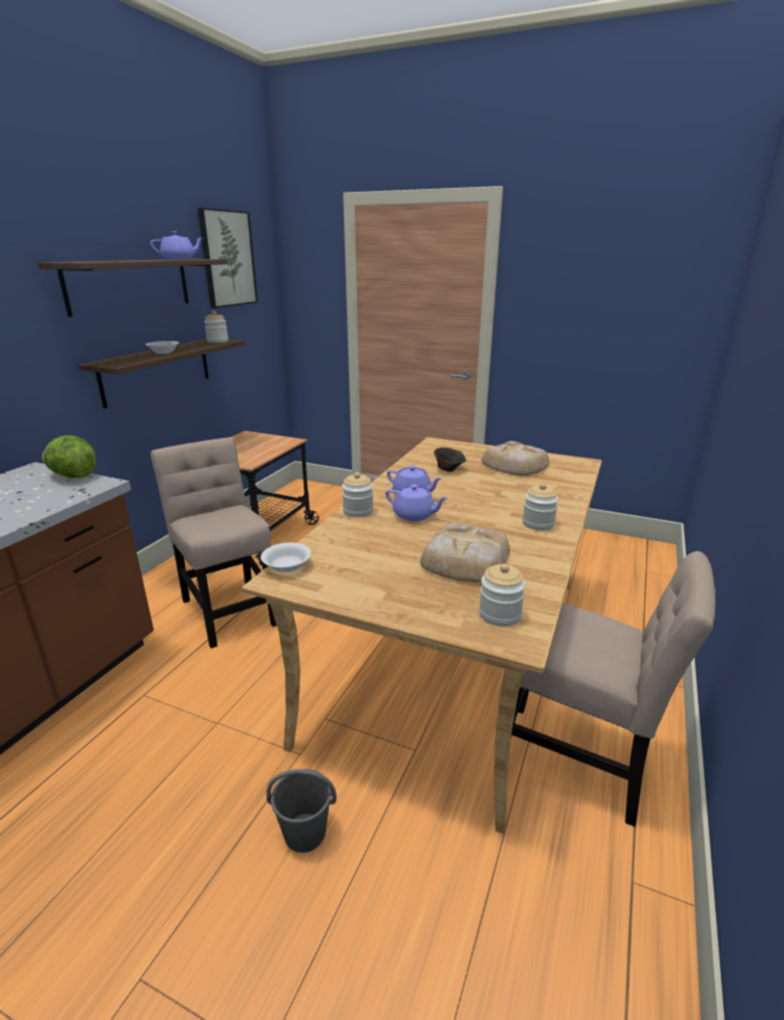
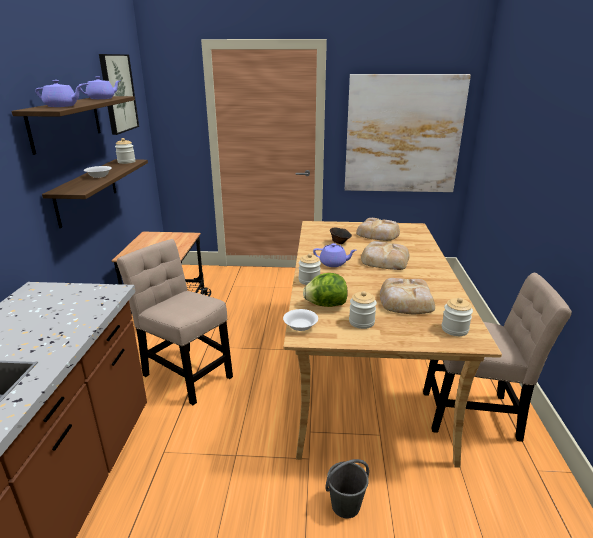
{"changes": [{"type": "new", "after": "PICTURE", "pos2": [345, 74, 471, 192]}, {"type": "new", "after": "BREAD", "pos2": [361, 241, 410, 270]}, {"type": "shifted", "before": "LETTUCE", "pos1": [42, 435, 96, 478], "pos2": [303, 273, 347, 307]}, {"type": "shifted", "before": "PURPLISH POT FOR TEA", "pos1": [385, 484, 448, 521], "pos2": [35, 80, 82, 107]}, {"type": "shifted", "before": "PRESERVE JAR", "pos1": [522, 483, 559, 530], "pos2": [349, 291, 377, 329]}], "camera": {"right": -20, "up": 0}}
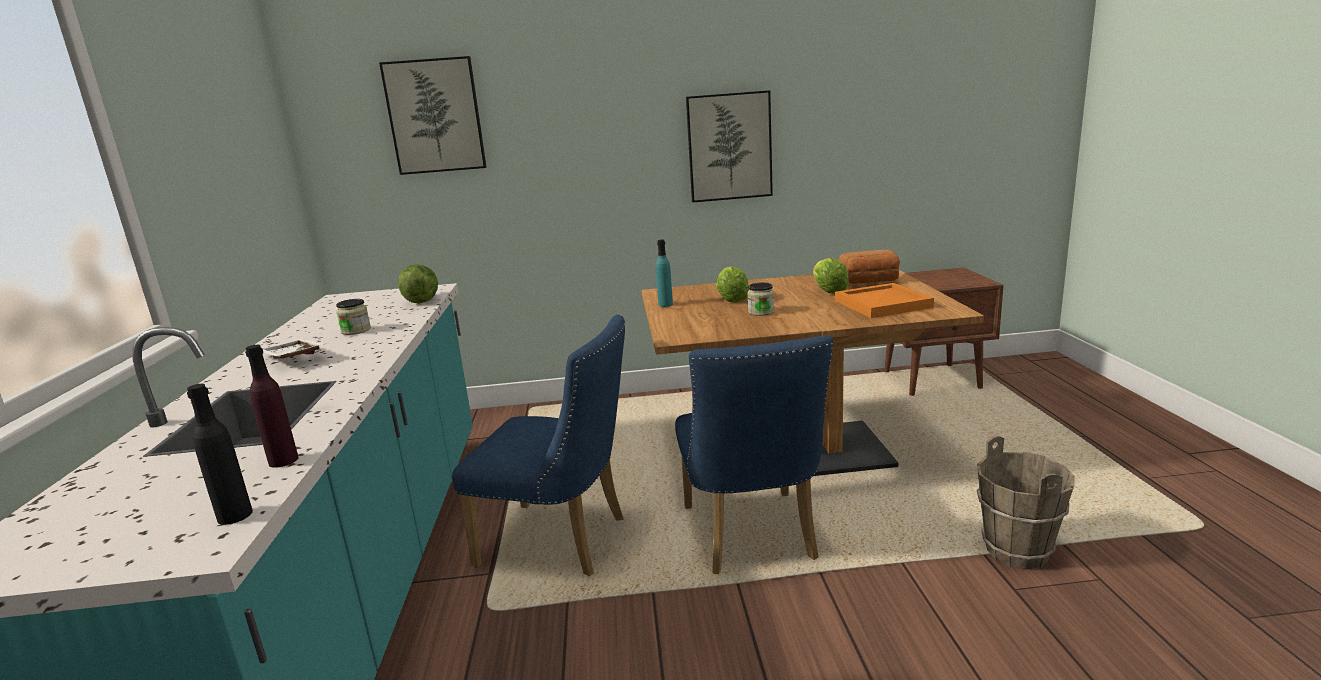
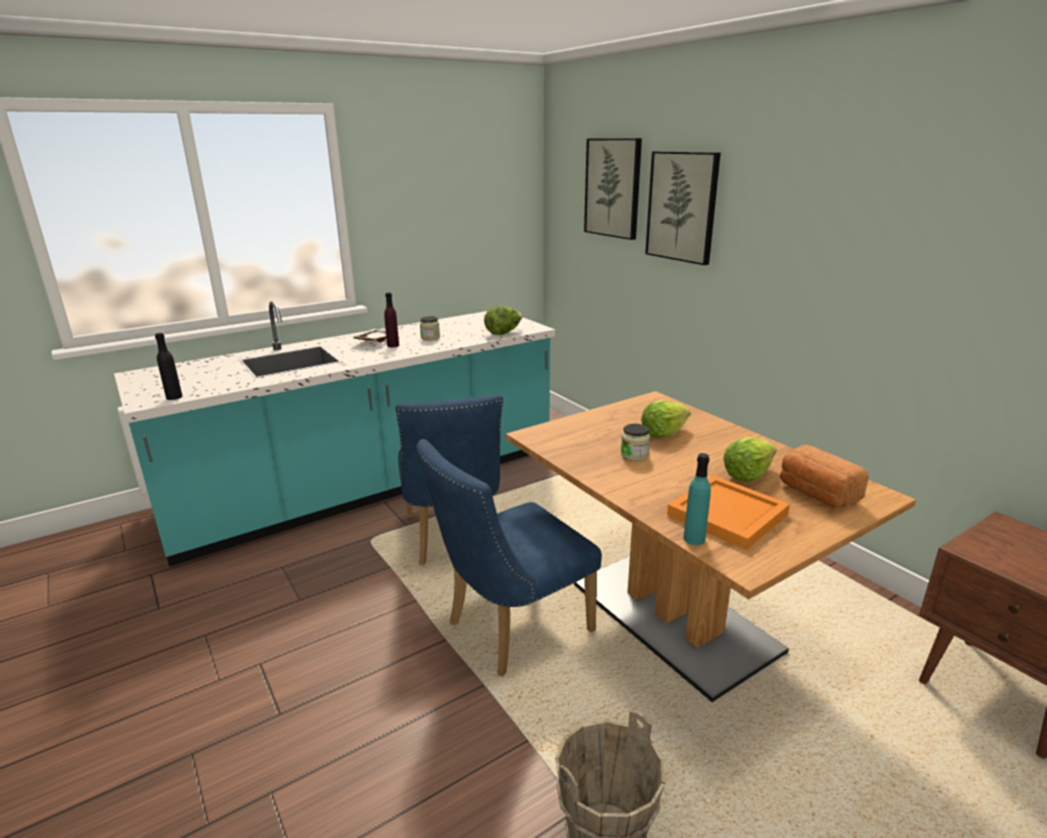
{"changes": [{"type": "shifted", "before": "PURPLISH DRINK BOTTLE", "pos1": [245, 345, 299, 468], "pos2": [384, 292, 399, 347]}, {"type": "shifted", "before": "BLUE-GREEN DRINK BOTTLE", "pos1": [656, 240, 673, 307], "pos2": [683, 453, 711, 545]}, {"type": "shifted", "before": "PICTURE", "pos1": [686, 90, 773, 202], "pos2": [645, 151, 721, 265]}], "camera": {"right": 60, "up": 5}}
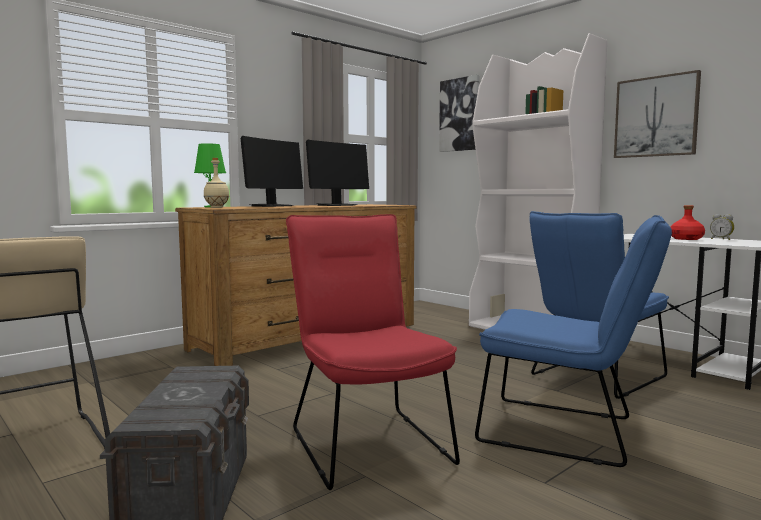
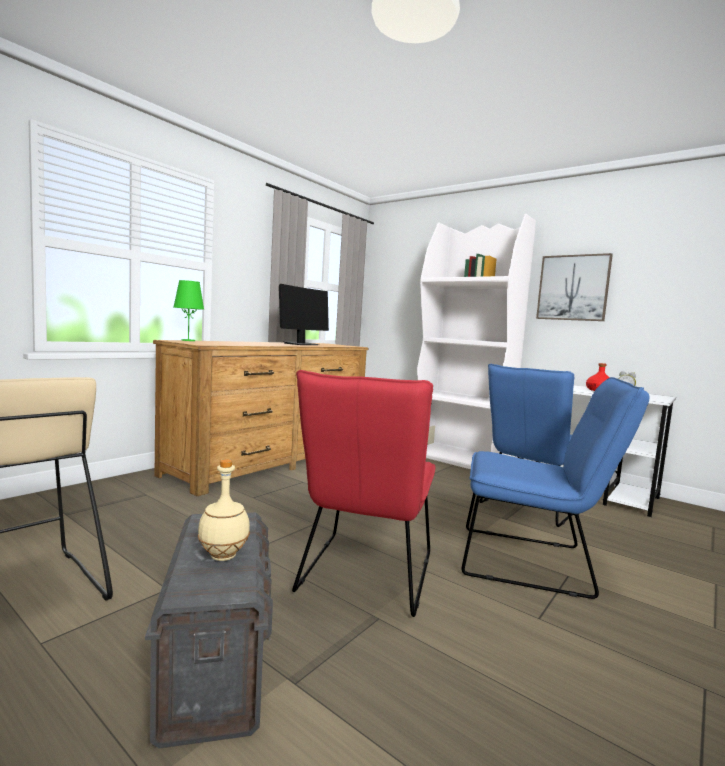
{"changes": [{"type": "gone", "before": "COMPUTER SCREEN", "pos1": [241, 136, 303, 207]}, {"type": "gone", "before": "PICTURE", "pos1": [439, 75, 480, 152]}, {"type": "shifted", "before": "BEIGE-COLOURED DRINK BOTTLE", "pos1": [204, 158, 229, 208], "pos2": [198, 459, 250, 561]}, {"type": "rotated", "before": "REDDISH UPRIGHT CHAIR", "pos1": [286, 214, 460, 490], "pos2": [292, 370, 435, 617], "turn": -135}], "camera": {"right": -10, "up": 0}}
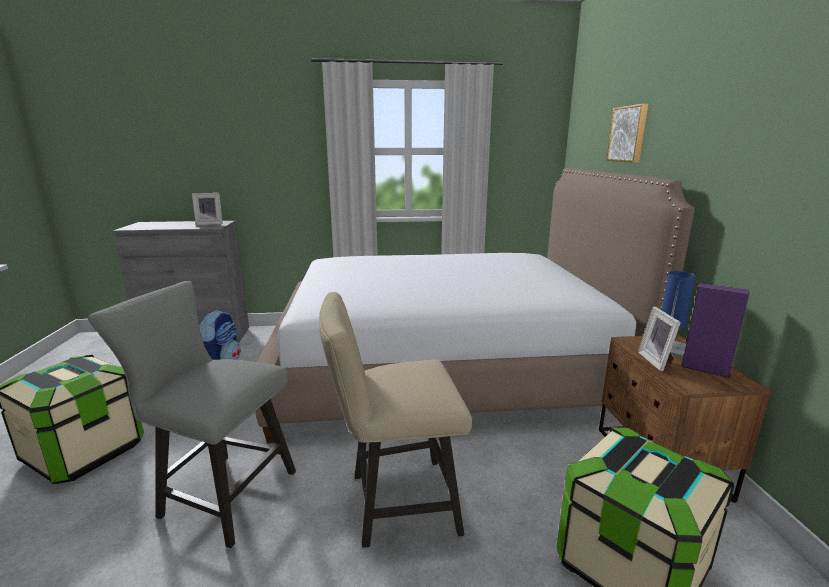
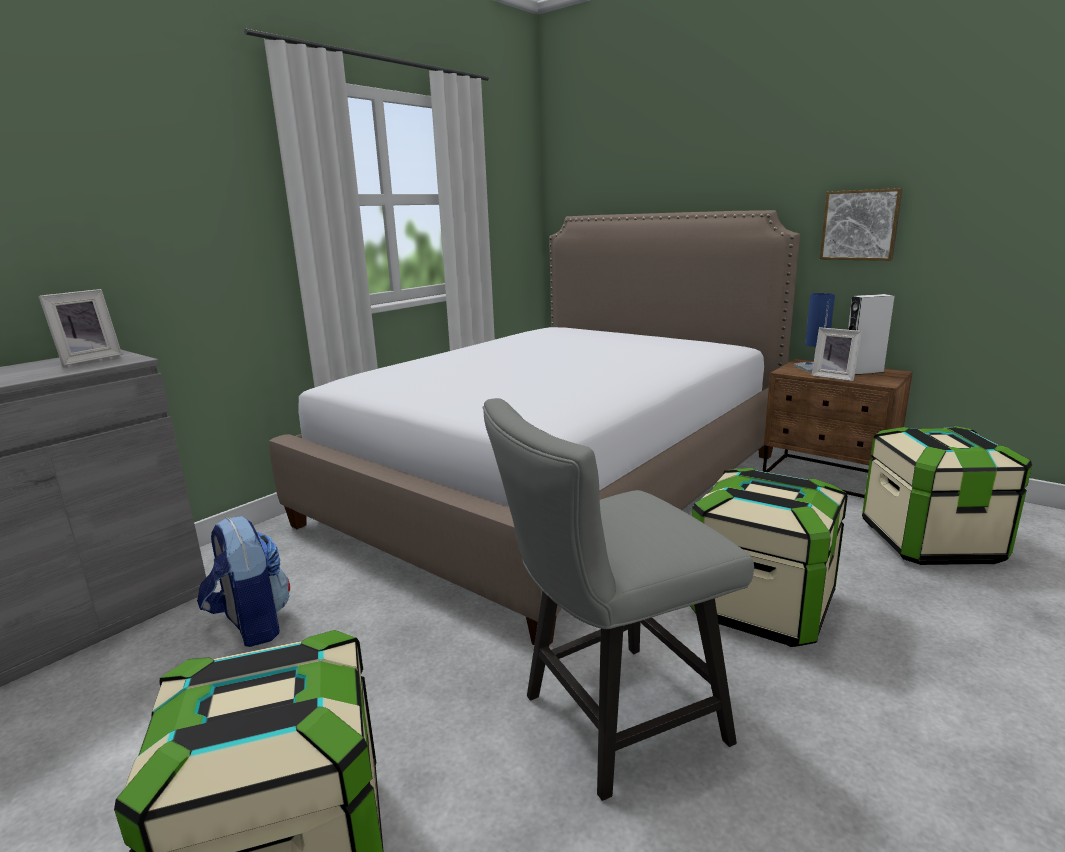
{"changes": [{"type": "shifted", "before": "PICTURE", "pos1": [606, 104, 648, 163], "pos2": [820, 188, 903, 261]}, {"type": "swapped", "before": "BEIGE-COLOURED UPRIGHT CHAIR", "after": "STORAGE BOX", "pos1": [319, 292, 472, 548], "pos2": [690, 468, 848, 647]}, {"type": "repainted", "before": "PURPLISH SPEAKER", "after": "GRAY SPEAKER", "pos1": [681, 283, 749, 378], "pos2": [848, 294, 895, 375]}], "camera": {"right": -45, "up": 0}}
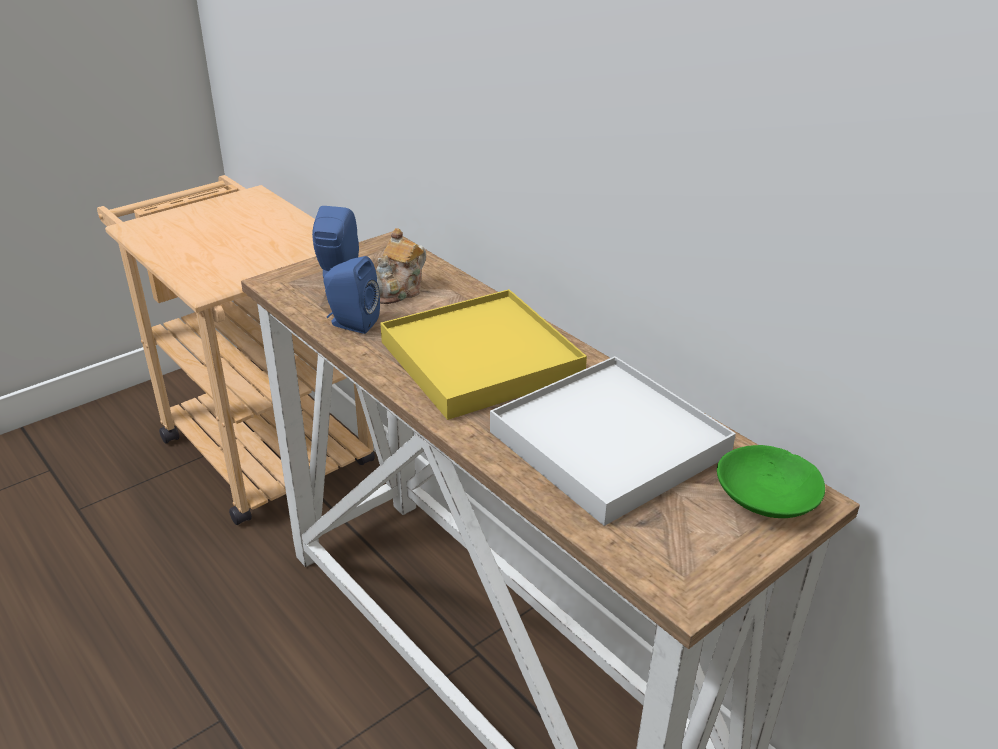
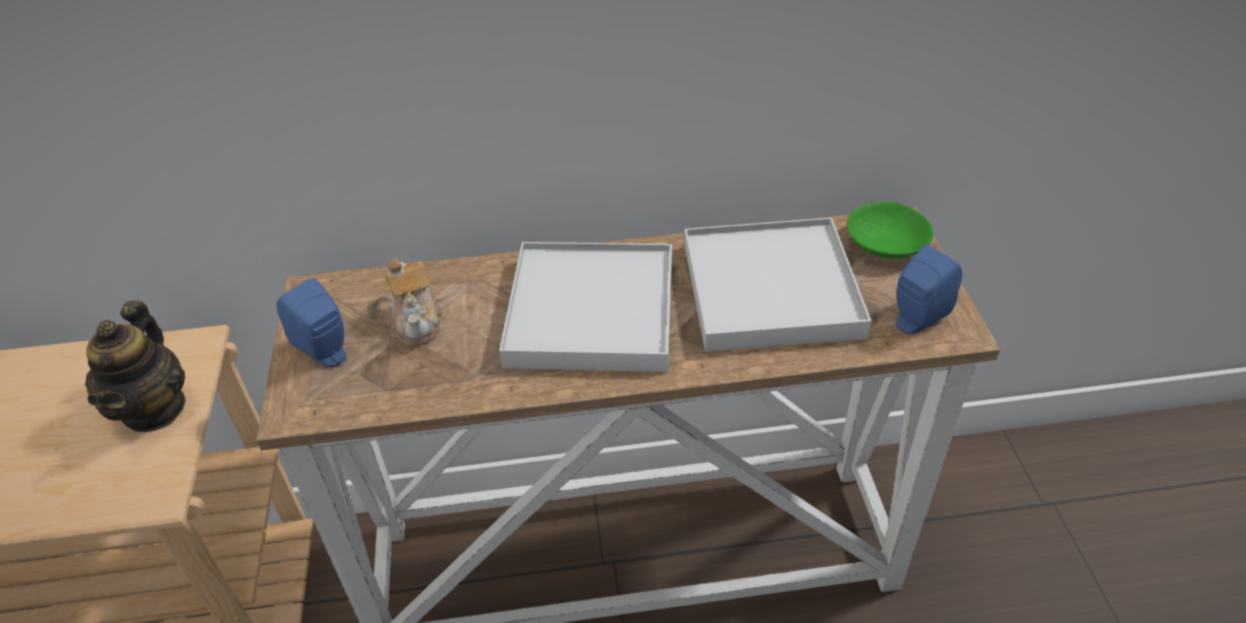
{"changes": [{"type": "new", "after": "POT FOR TEA", "pos2": [85, 300, 186, 432]}, {"type": "shifted", "before": "BLUE SPEAKER", "pos1": [324, 256, 380, 334], "pos2": [896, 244, 962, 335]}, {"type": "repainted", "before": "YELLOWISH CARRYING TRAY", "after": "WHITE-COLOURED CARRYING TRAY", "pos1": [380, 289, 587, 420], "pos2": [499, 242, 672, 372]}], "camera": {"right": -55, "up": 10}}
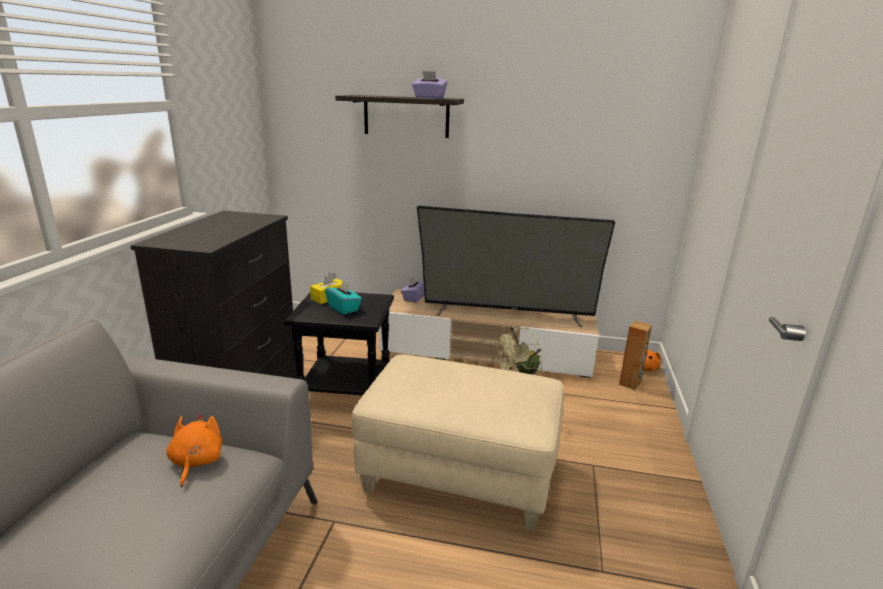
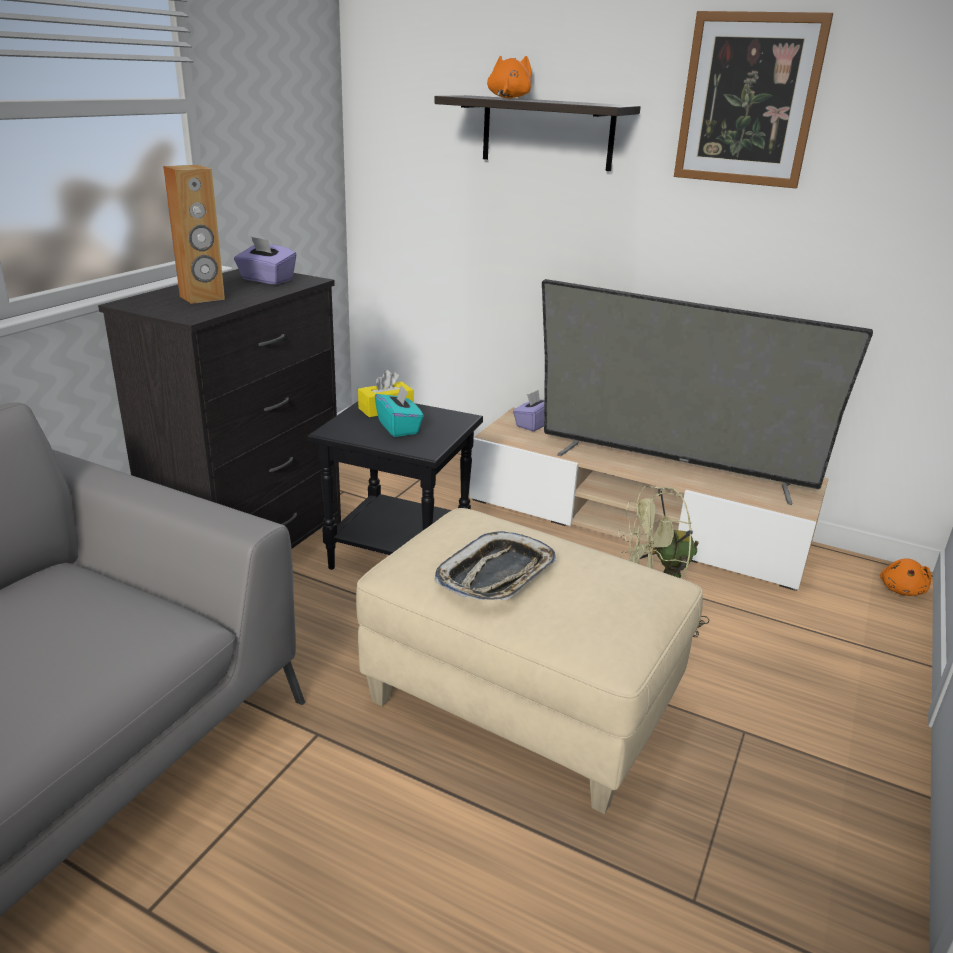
{"changes": [{"type": "new", "after": "CARRYING TRAY", "pos2": [435, 531, 556, 600]}, {"type": "new", "after": "PICTURE", "pos2": [674, 11, 833, 188]}, {"type": "shifted", "before": "ORANGEY PLUSH TOY", "pos1": [166, 412, 222, 487], "pos2": [487, 56, 531, 98]}, {"type": "shifted", "before": "PURPLISH TISSUE HOLDER", "pos1": [412, 71, 447, 99], "pos2": [234, 237, 297, 285]}, {"type": "shifted", "before": "BROWN SPEAKER", "pos1": [619, 321, 652, 390], "pos2": [163, 165, 225, 304]}], "camera": {"right": 15, "up": 5}}
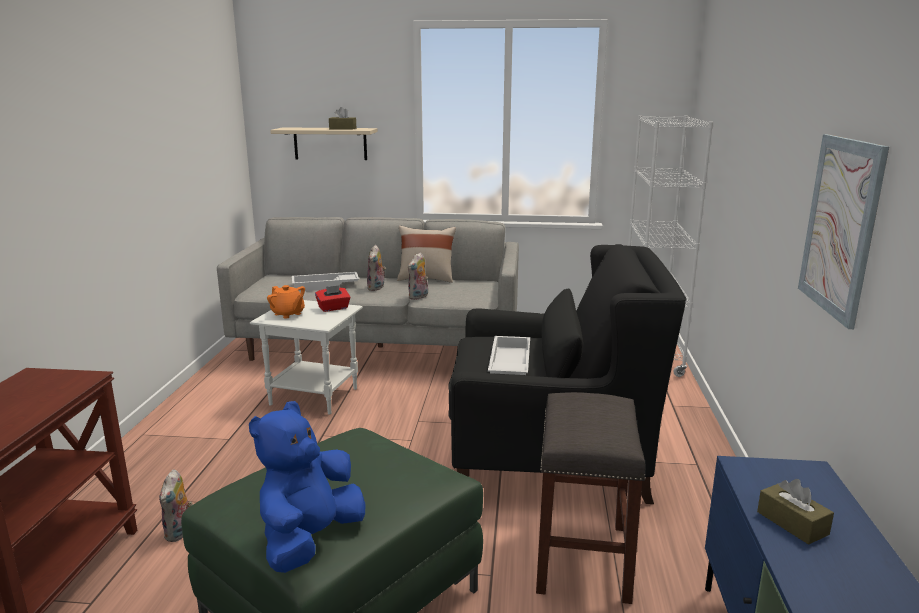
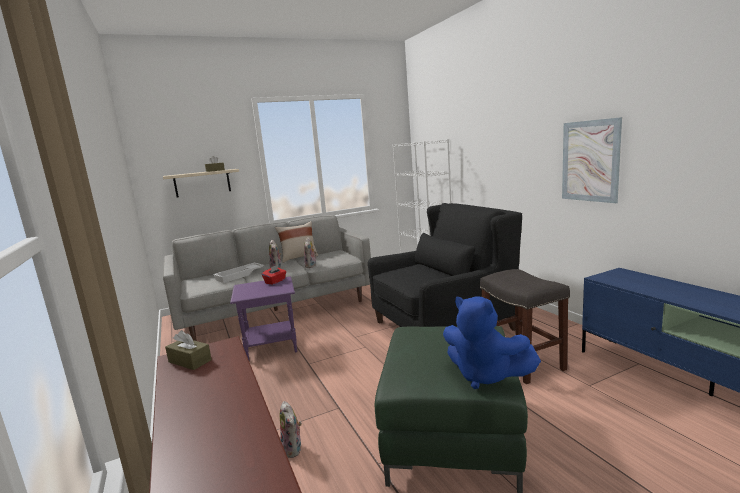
{"changes": [{"type": "gone", "before": "ORANGEY POT FOR TEA", "pos1": [267, 285, 305, 319]}, {"type": "gone", "before": "WHITE-COLOURED CARRYING TRAY", "pos1": [488, 336, 530, 375]}, {"type": "shifted", "before": "BROWN TISSUE HOLDER", "pos1": [757, 479, 834, 545], "pos2": [165, 330, 212, 370]}, {"type": "repainted", "before": "WHITE-COLOURED ACCENT TABLE", "after": "PURPLISH ACCENT TABLE", "pos1": [250, 300, 363, 414], "pos2": [230, 277, 297, 360]}, {"type": "rotated", "before": "BLUE PLUSH TOY", "pos1": [249, 401, 365, 573], "pos2": [443, 296, 541, 389], "turn": -45}], "camera": {"right": -30, "up": -5}}
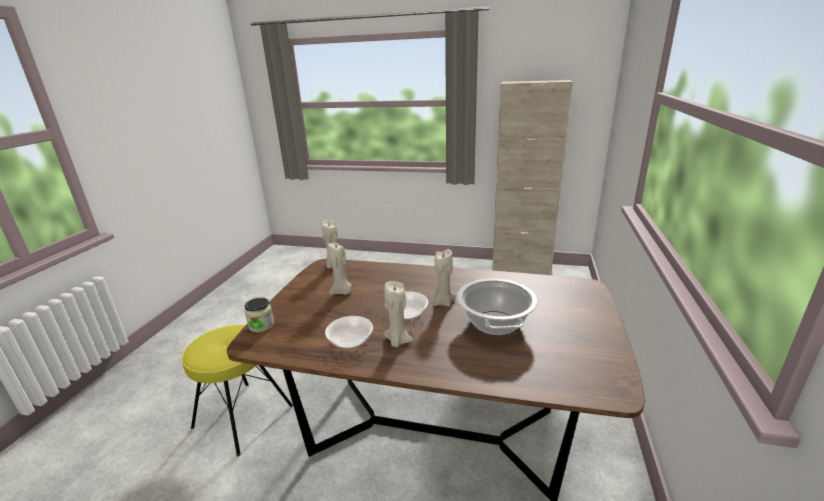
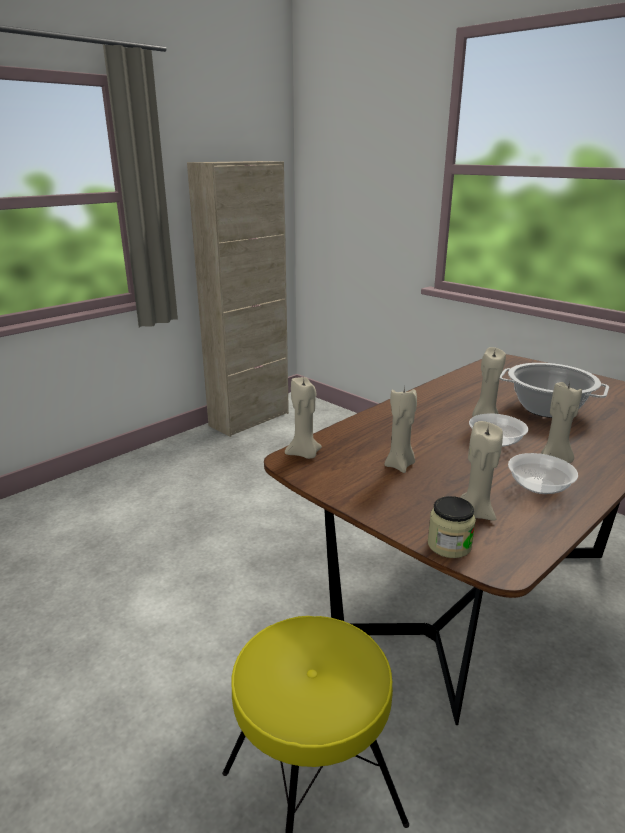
{"changes": [{"type": "new", "after": "BEIGE-COLOURED WAX LIGHT", "pos2": [460, 421, 503, 521]}], "camera": {"right": -60, "up": 0}}
